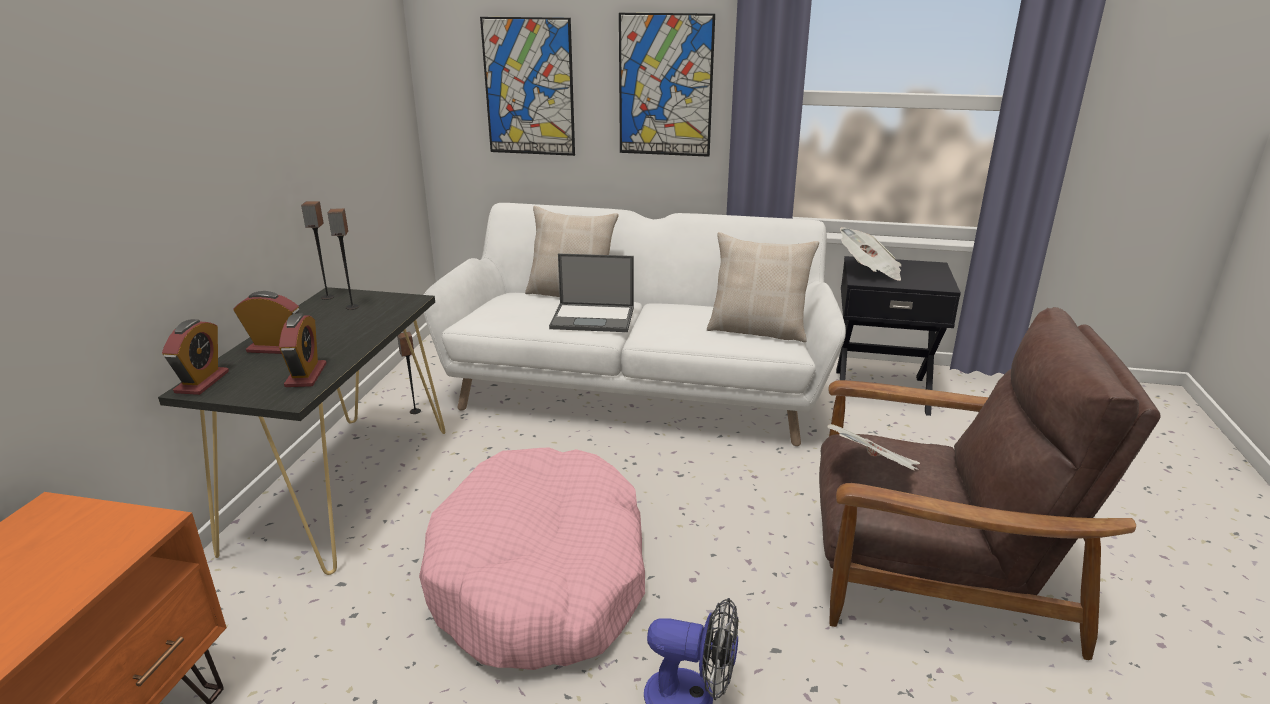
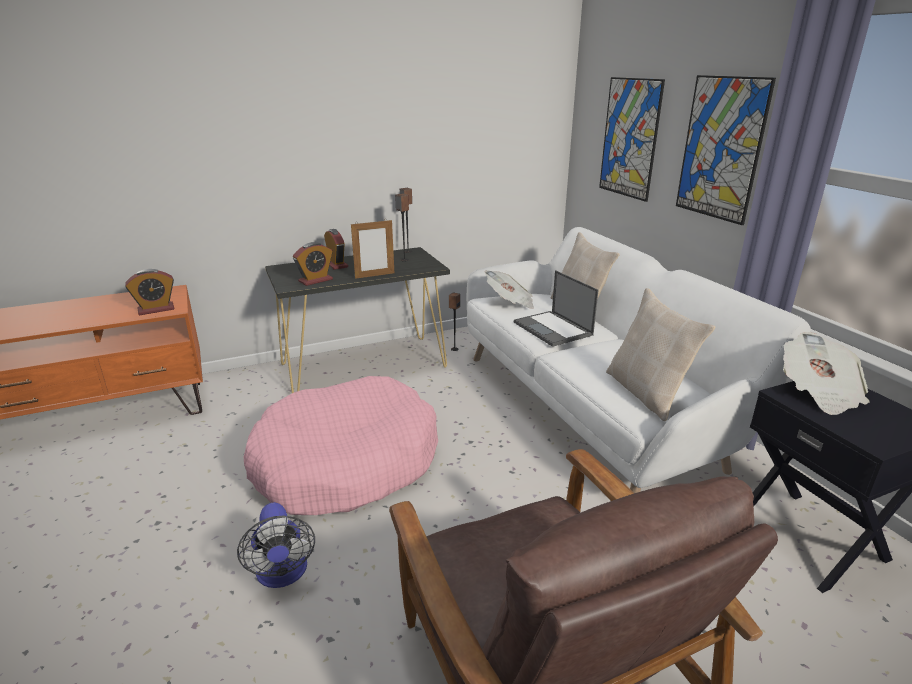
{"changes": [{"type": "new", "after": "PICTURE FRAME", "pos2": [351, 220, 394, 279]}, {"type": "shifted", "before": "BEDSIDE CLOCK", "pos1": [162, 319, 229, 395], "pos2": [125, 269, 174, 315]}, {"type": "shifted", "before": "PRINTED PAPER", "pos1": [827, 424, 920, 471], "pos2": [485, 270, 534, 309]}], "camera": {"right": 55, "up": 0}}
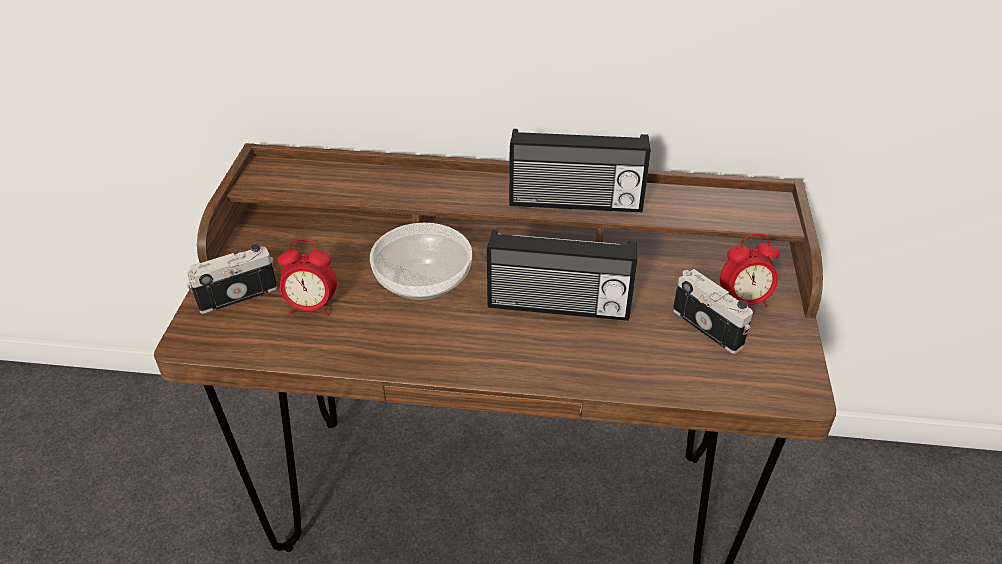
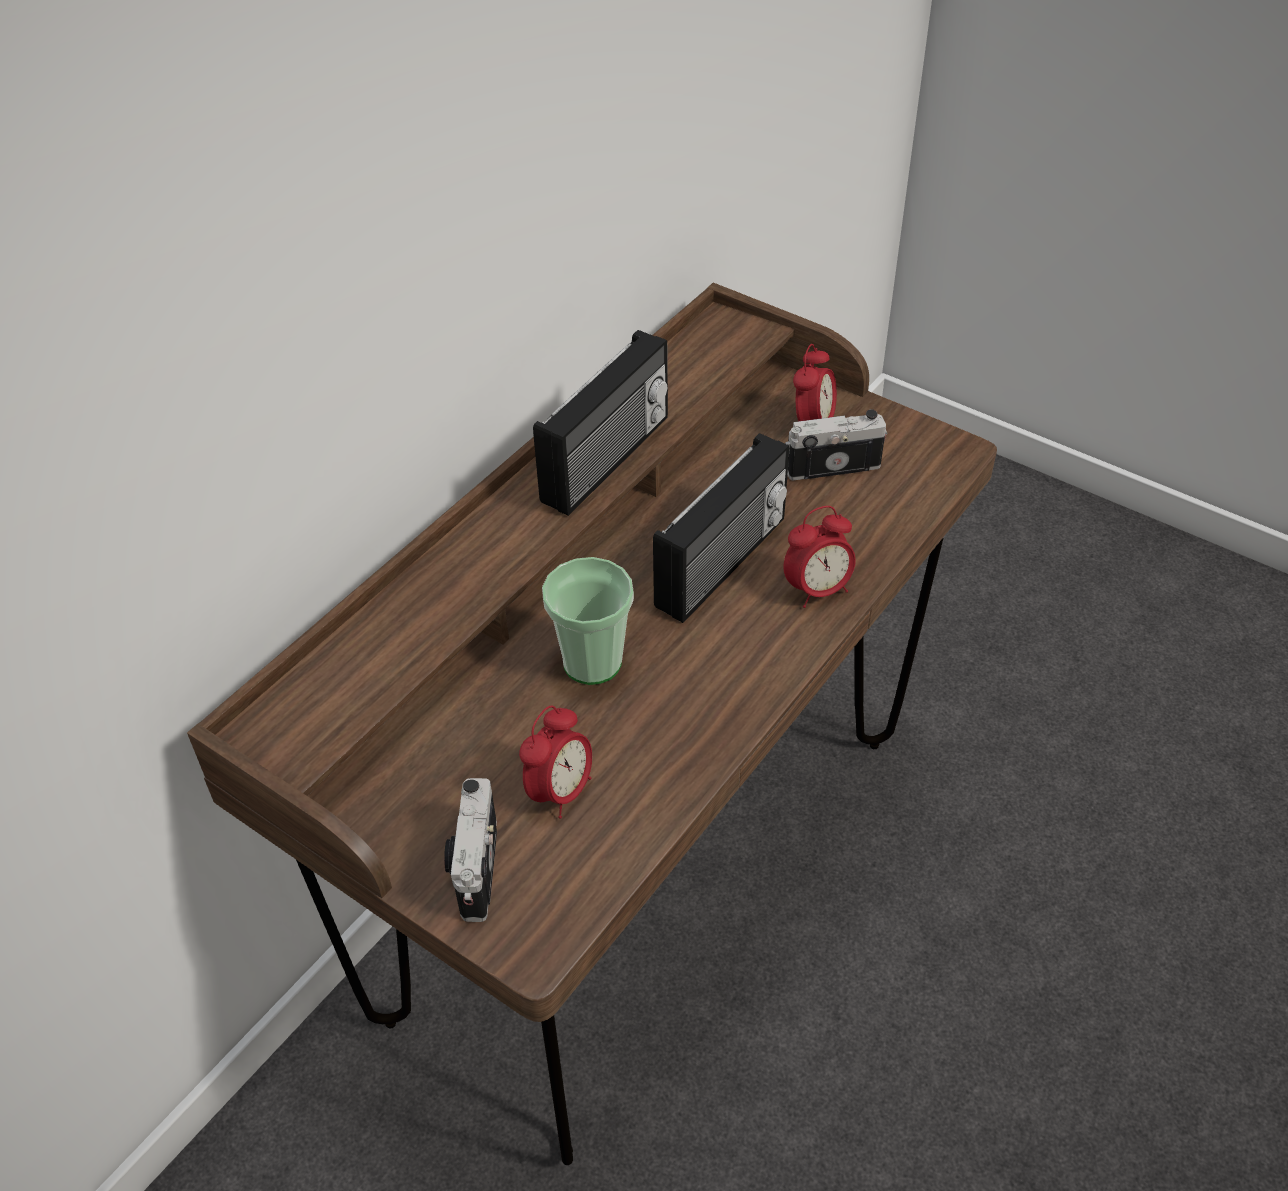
{"changes": [{"type": "new", "after": "BEDSIDE CLOCK", "pos2": [784, 506, 856, 608]}, {"type": "swapped", "before": "BOWL", "after": "DRINKING CUP", "pos1": [370, 223, 472, 300], "pos2": [542, 557, 634, 685]}], "camera": {"right": -60, "up": 5}}
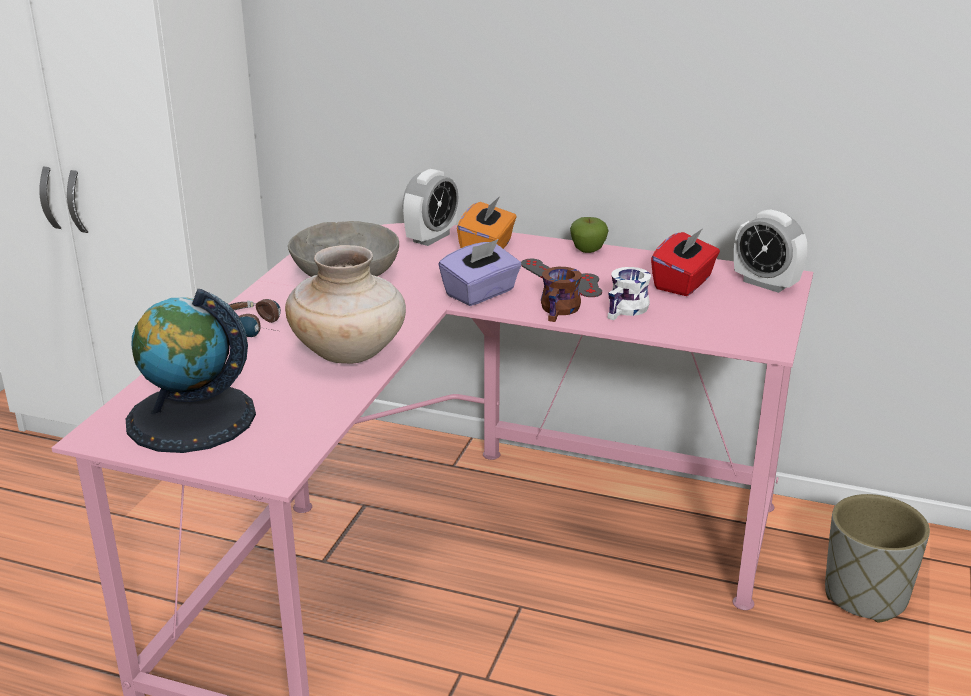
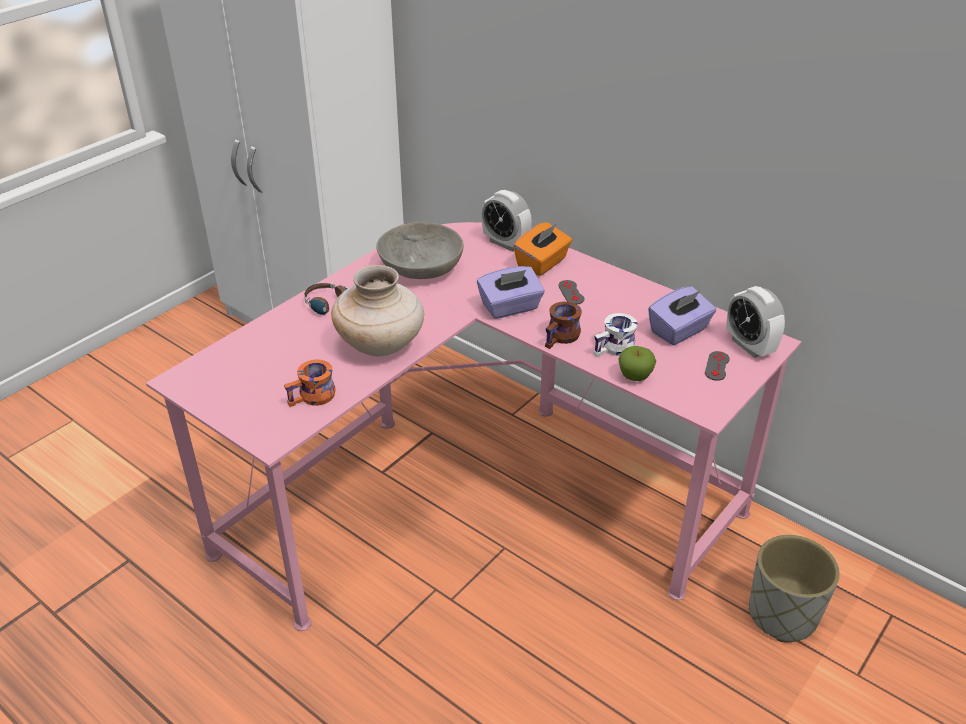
{"changes": [{"type": "gone", "before": "DESK GLOBE", "pos1": [126, 289, 256, 453]}, {"type": "new", "after": "ORANGEY TEA MUG", "pos2": [284, 360, 336, 407]}, {"type": "shifted", "before": "APPLE FRUIT", "pos1": [570, 217, 609, 253], "pos2": [618, 346, 656, 381]}, {"type": "shifted", "before": "GRAY GAMEPAD", "pos1": [579, 273, 602, 297], "pos2": [705, 351, 730, 381]}, {"type": "repainted", "before": "REDDISH TISSUE HOLDER", "after": "PURPLISH TISSUE HOLDER", "pos1": [651, 228, 720, 296], "pos2": [648, 286, 716, 345]}, {"type": "rotated", "before": "BEDSIDE CLOCK", "pos1": [403, 169, 458, 246], "pos2": [481, 190, 532, 252], "turn": 75}], "camera": {"right": 20, "up": 10}}
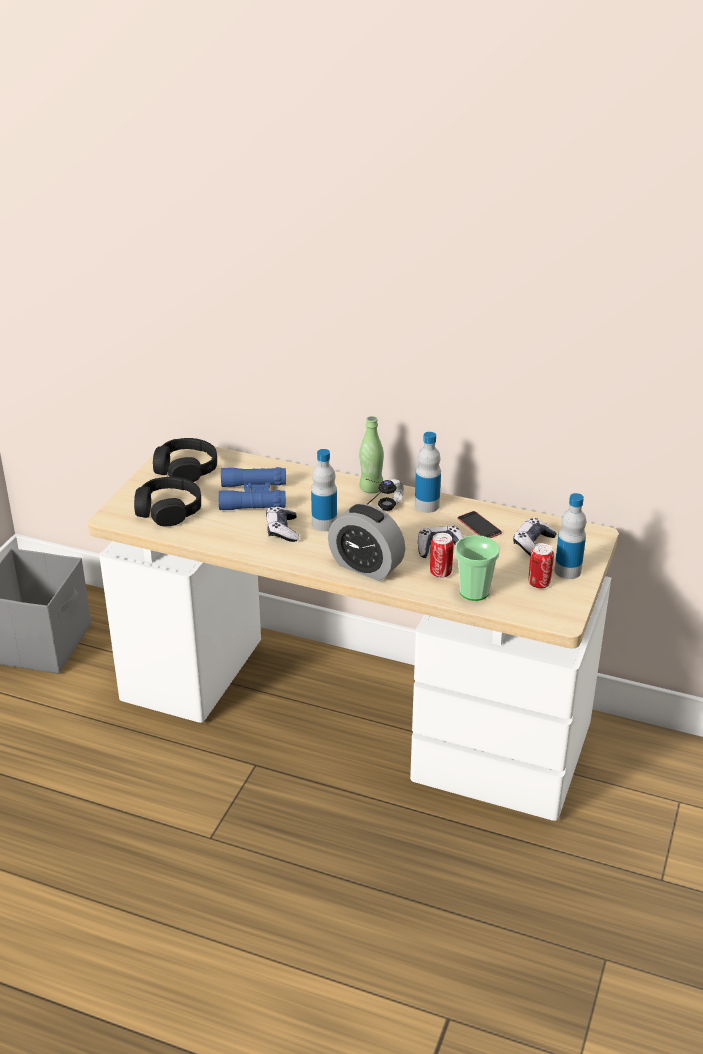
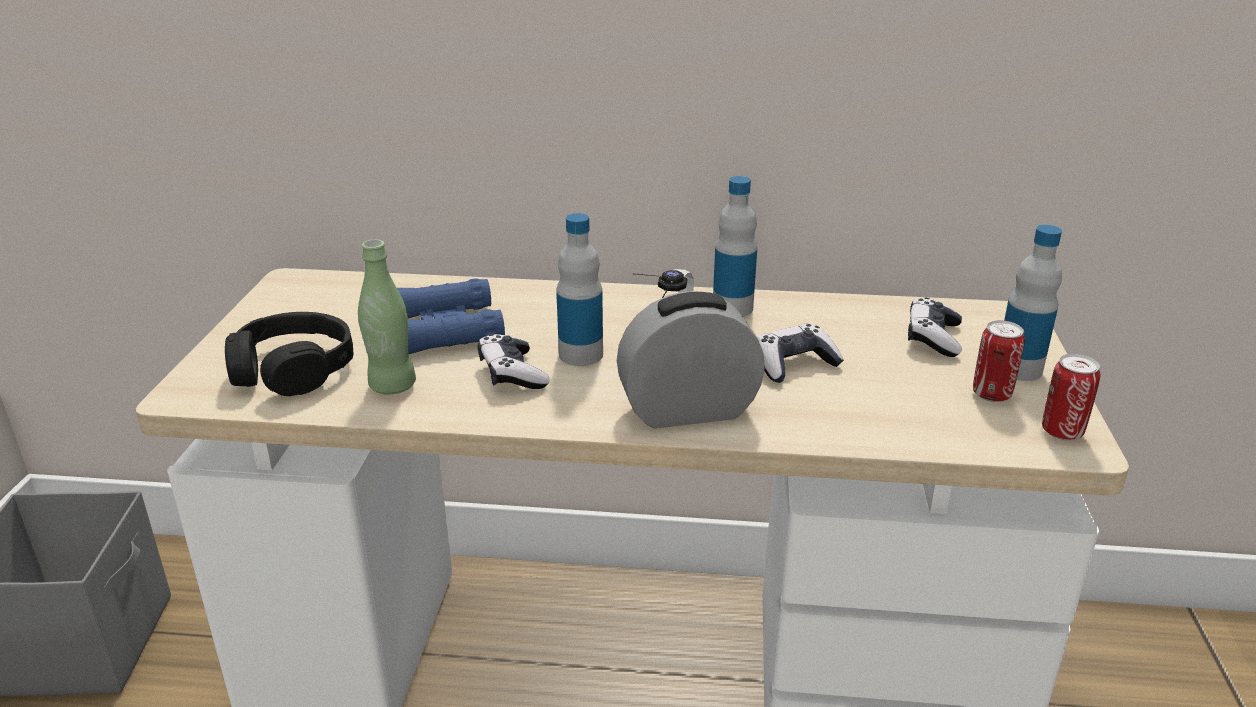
{"changes": [{"type": "gone", "before": "BLACK-COLOURED PAIR OF HEADPHONES", "pos1": [153, 438, 217, 482]}, {"type": "gone", "before": "DRINKING CUP", "pos1": [455, 535, 500, 601]}, {"type": "gone", "before": "HANDSET", "pos1": [457, 511, 502, 538]}, {"type": "shifted", "before": "GREENISH DRINK BOTTLE", "pos1": [359, 416, 384, 493], "pos2": [358, 239, 416, 394]}, {"type": "shifted", "before": "SEALED CAN", "pos1": [430, 533, 454, 578], "pos2": [1042, 354, 1101, 440]}, {"type": "rotated", "before": "BEDSIDE CLOCK", "pos1": [328, 504, 405, 581], "pos2": [617, 291, 765, 429], "turn": 150}], "camera": {"right": -15, "up": -5}}
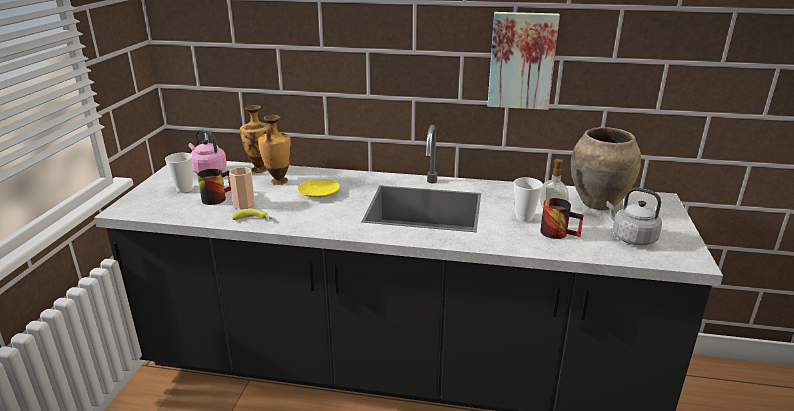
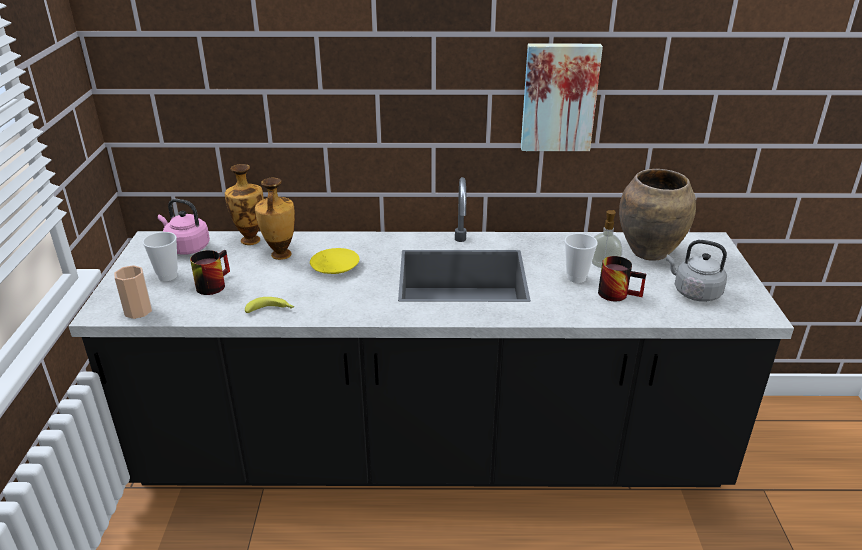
{"changes": [{"type": "shifted", "before": "DRINKING CUP", "pos1": [229, 167, 255, 209], "pos2": [114, 265, 152, 319]}], "camera": {"right": -10, "up": 5}}
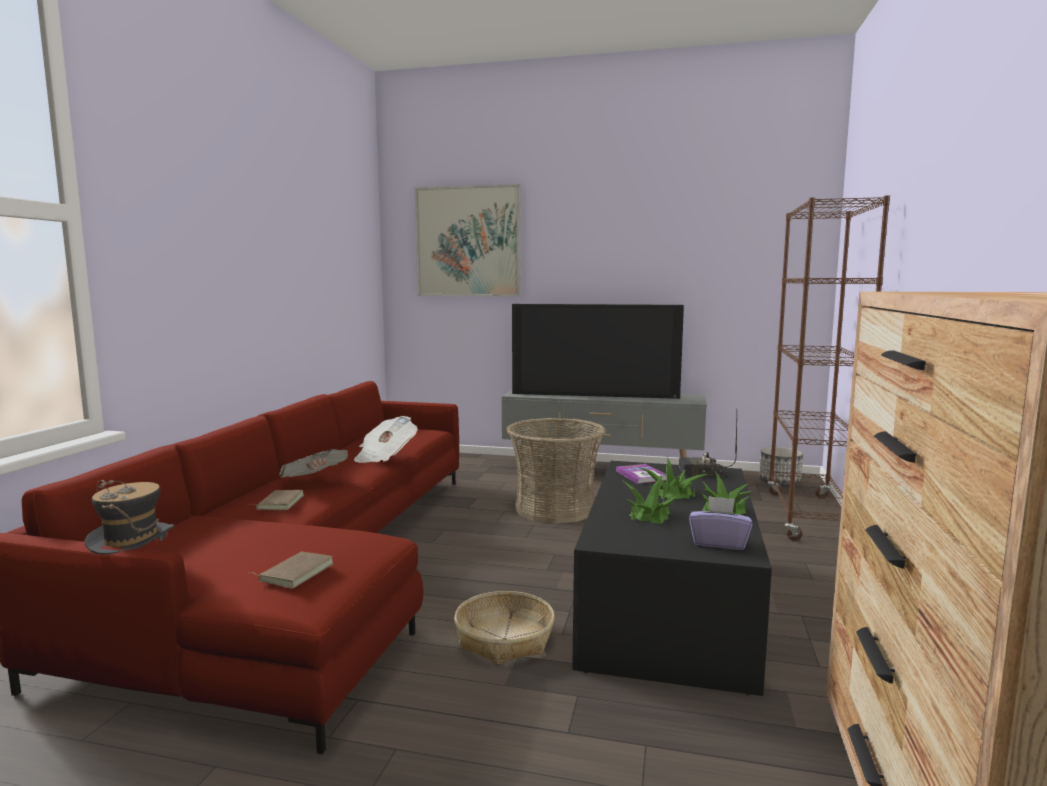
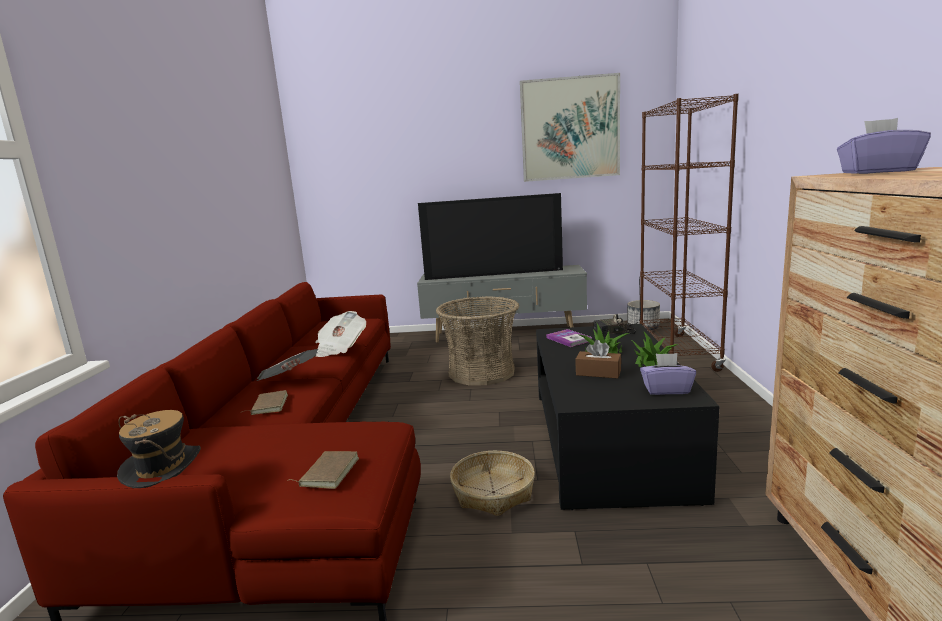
{"changes": [{"type": "new", "after": "PURPLISH TISSUE HOLDER", "pos2": [837, 118, 931, 174]}, {"type": "shifted", "before": "PICTURE", "pos1": [415, 184, 521, 297], "pos2": [520, 73, 620, 182]}, {"type": "swapped", "before": "PLANT IN A POT", "after": "BROWN TISSUE HOLDER", "pos1": [622, 475, 678, 524], "pos2": [576, 340, 621, 379]}], "camera": {"right": -10, "up": 5}}
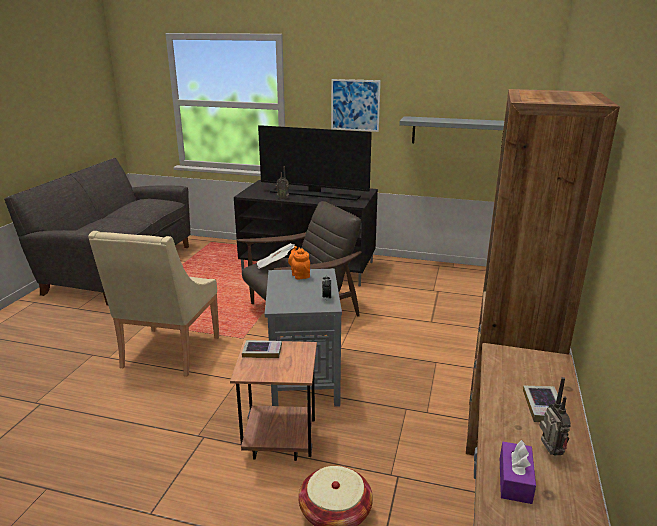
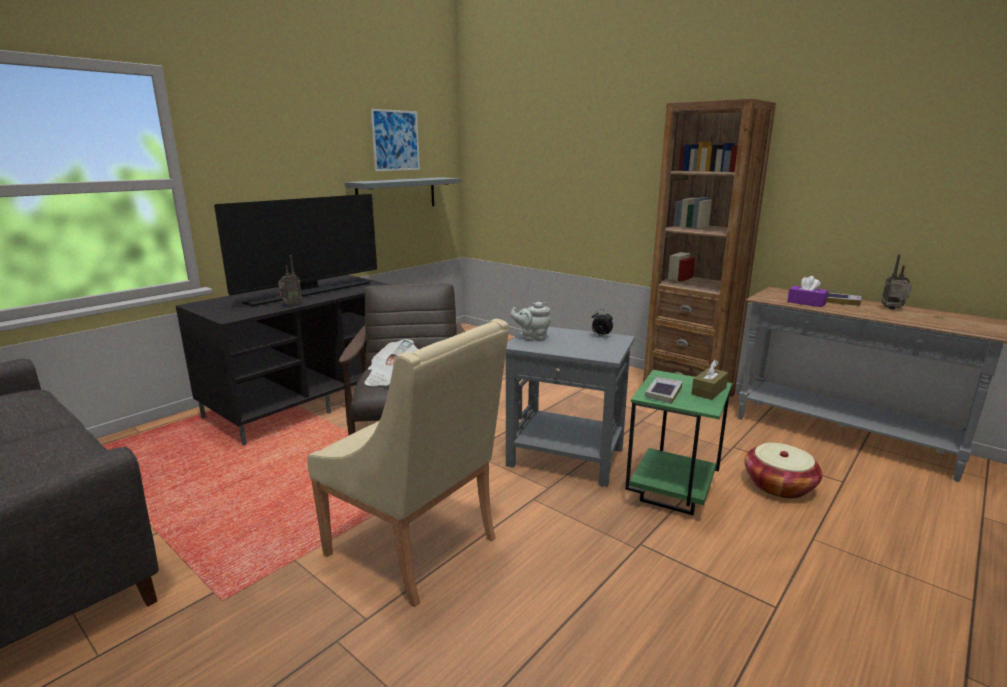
{"changes": [{"type": "new", "after": "BROWN TISSUE HOLDER", "pos2": [692, 360, 728, 400]}, {"type": "shifted", "before": "PICTURE", "pos1": [331, 79, 381, 132], "pos2": [371, 109, 420, 171]}, {"type": "shifted", "before": "PURPLISH TISSUE HOLDER", "pos1": [500, 440, 536, 504], "pos2": [787, 276, 828, 307]}, {"type": "repainted", "before": "BROWN ACCENT TABLE", "after": "GREENISH ACCENT TABLE", "pos1": [230, 340, 317, 461], "pos2": [625, 370, 732, 515]}, {"type": "repainted", "before": "ORANGEY POT FOR TEA", "after": "GRAY POT FOR TEA", "pos1": [288, 246, 310, 280], "pos2": [510, 302, 551, 340]}], "camera": {"right": -65, "up": -5}}
